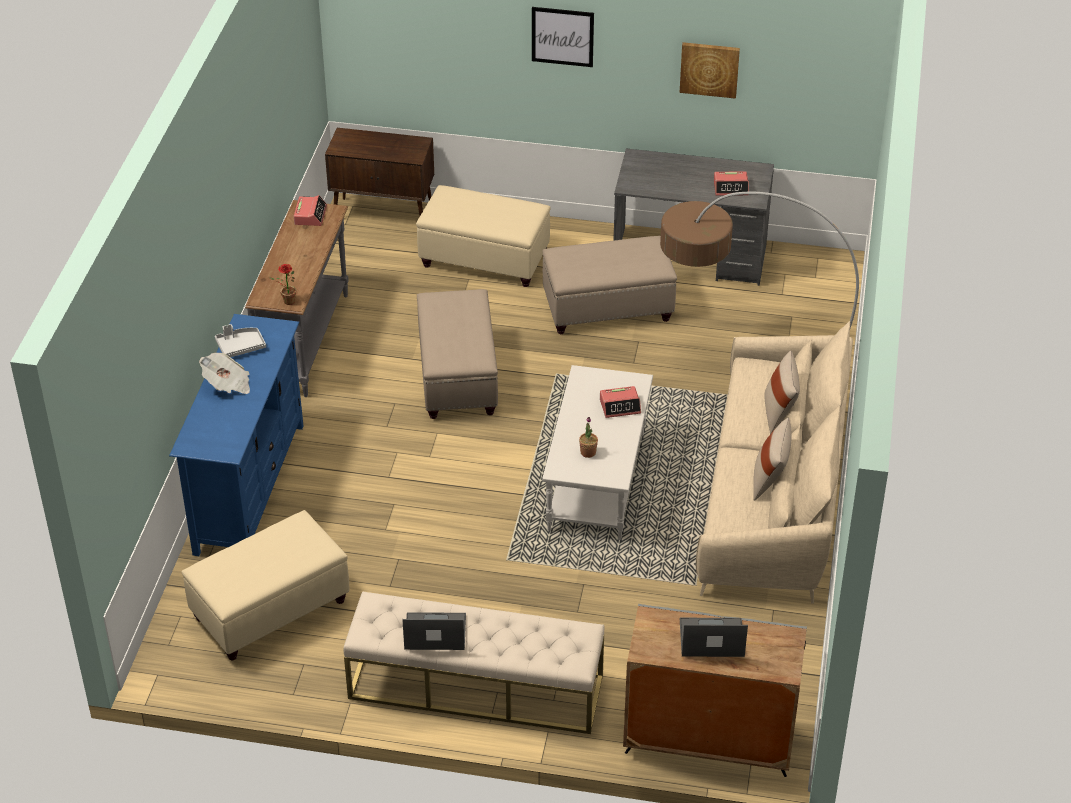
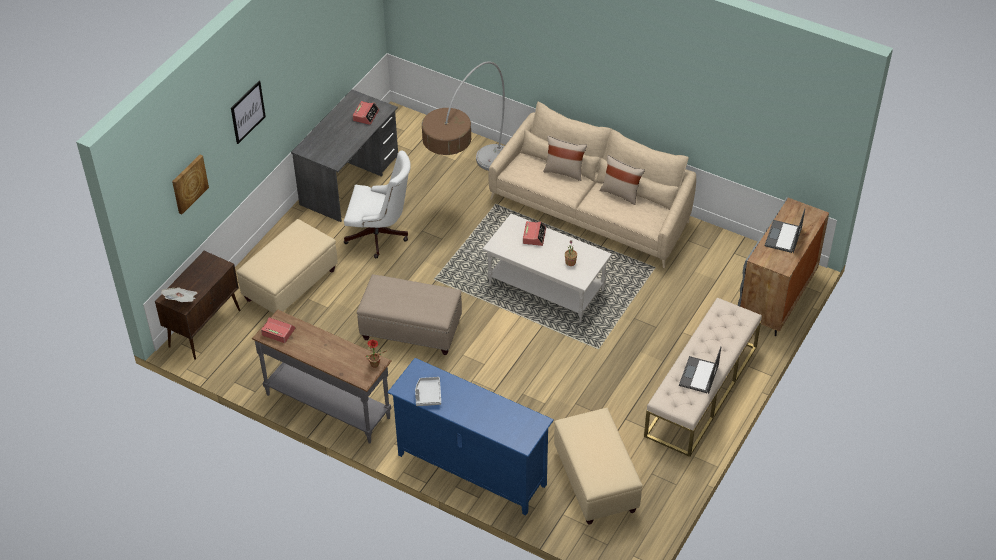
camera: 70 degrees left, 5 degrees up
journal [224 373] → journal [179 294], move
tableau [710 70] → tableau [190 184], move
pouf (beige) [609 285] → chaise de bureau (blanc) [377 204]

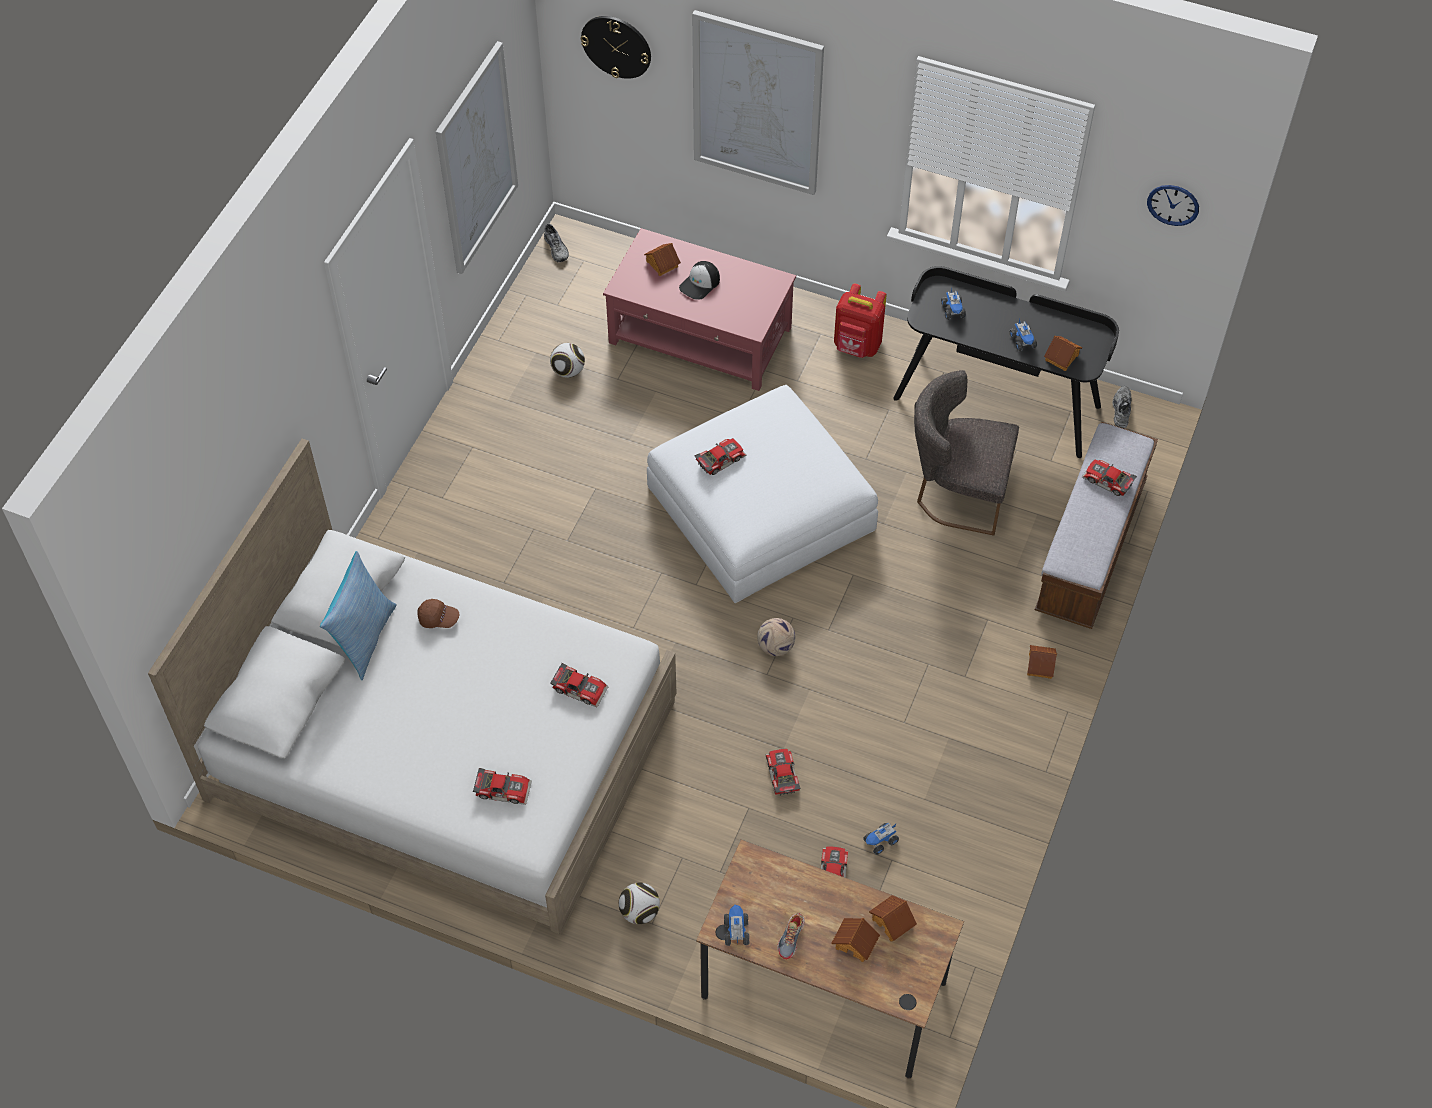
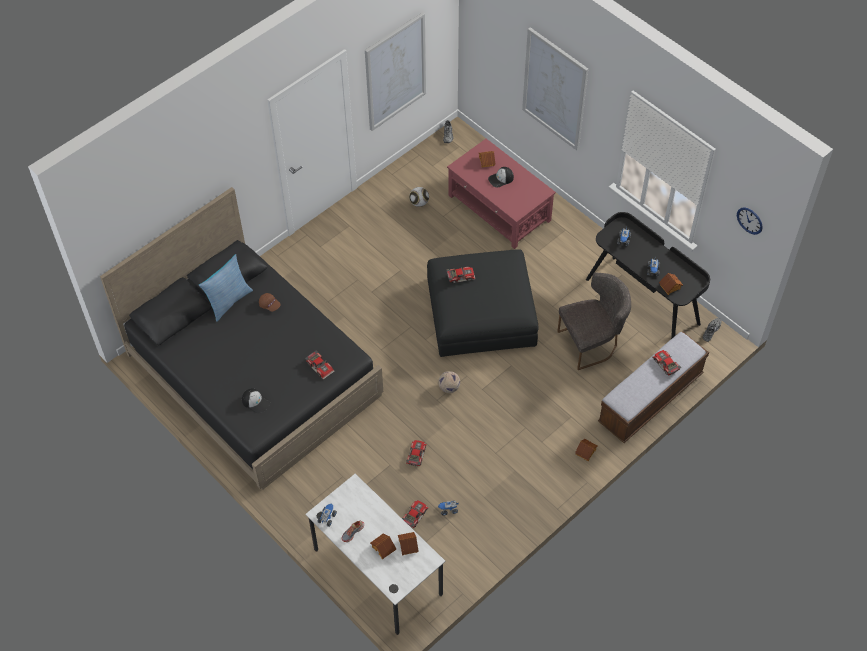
camera: 25 degrees right, 0 degrees up
horloge murale [616 47] → -
ballon de foot [639 903] → -
sac à dos (rouge) [860 320] → -
petite voiture [502 786] → casquette [256 401]
lit (blanc) [412 686] → lit (noir) [241 338]
pouf (blanc) [762 494] → pouf (noir) [483 303]
bureau (marron) [830 959] → bureau (blanc) [376 554]
chaise (gris) [966 452] → chaise (gris) [594 321], 120 degrees clockwise

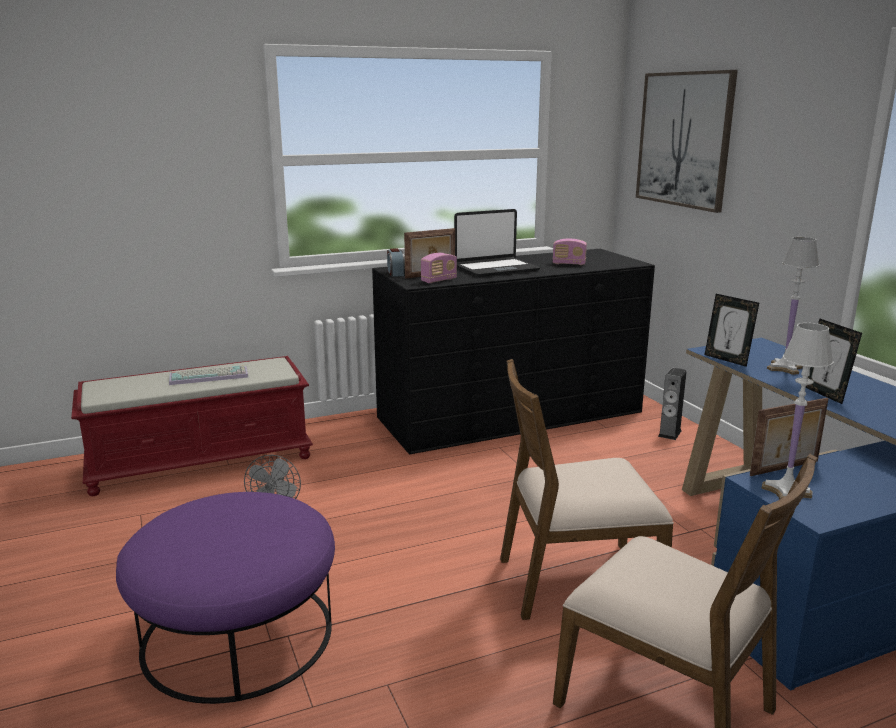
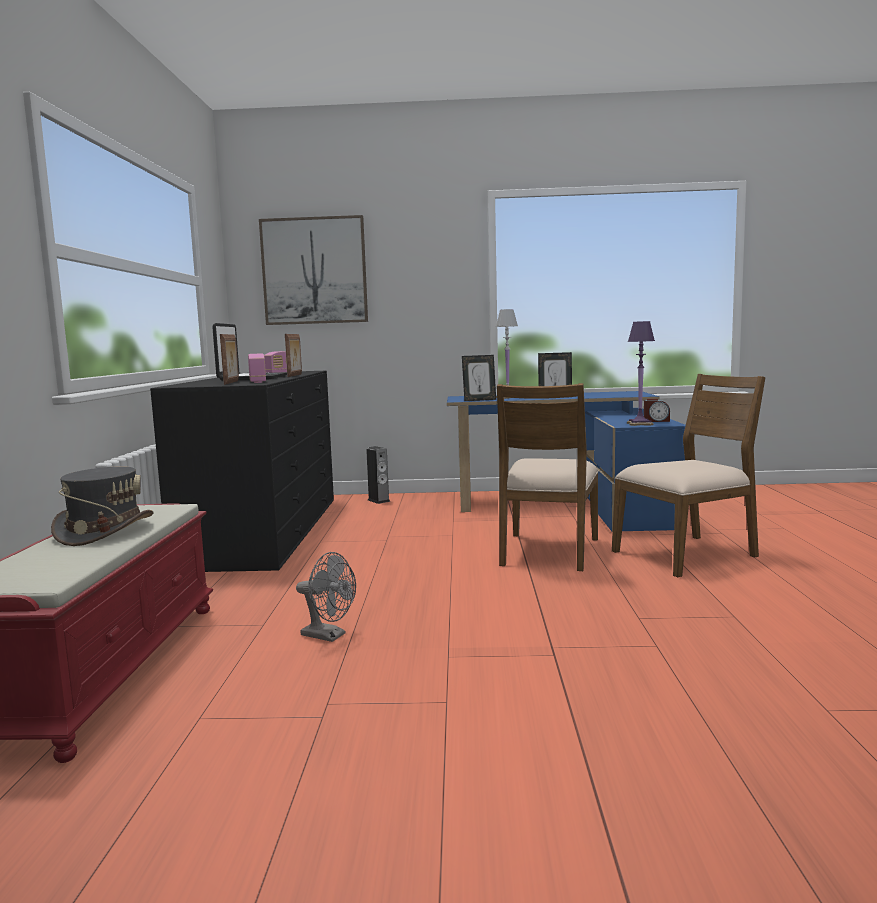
camera: 65 degrees left, 10 degrees down
pouf (violet) [225 598] → -
réveil [396 262] → réveil [657 410], move
cadre photo [789 437] → cadre photo [293 355], move
clavier [208 375] → chapeau (gris) [102 506]
lampe de table (blanc) [797 411] → lampe de table (violet) [641 373]

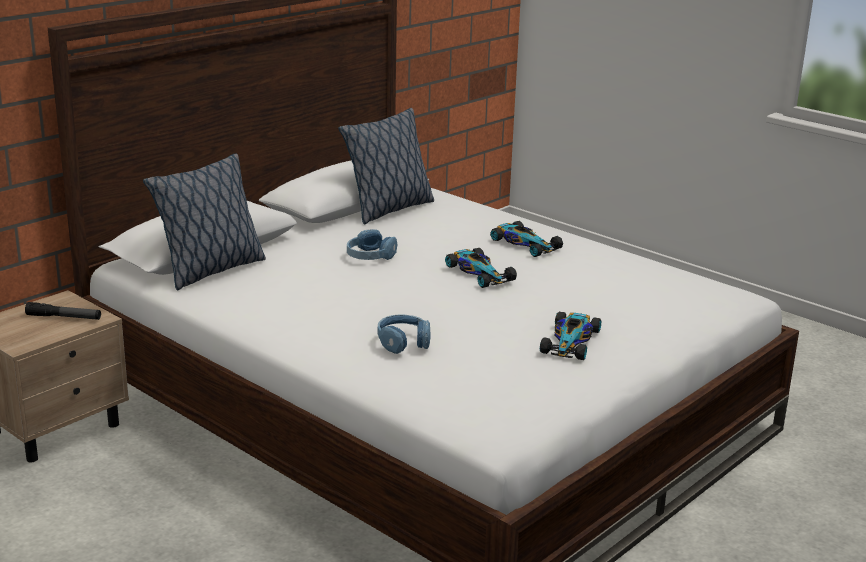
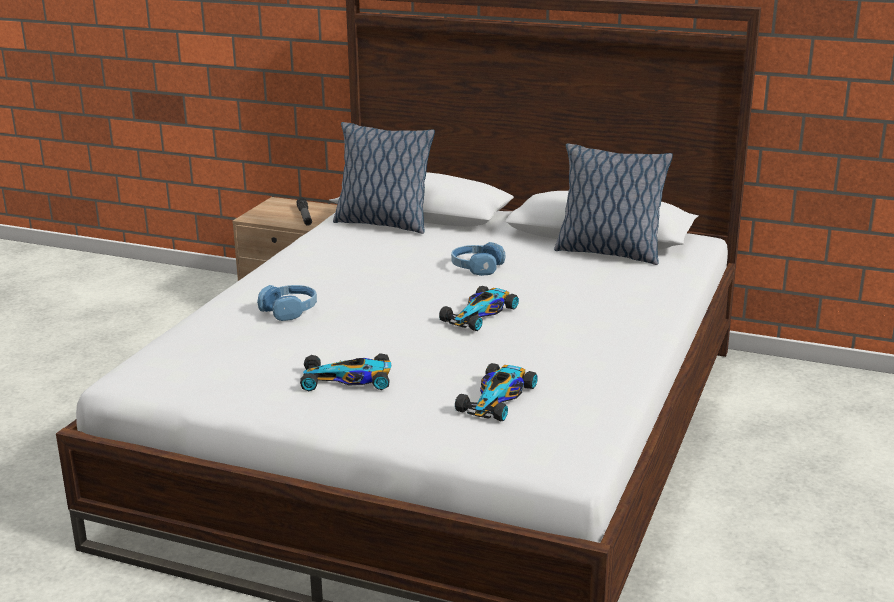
camera: 70 degrees right, 0 degrees up
petite voiture [526 239] → petite voiture [496 392], move

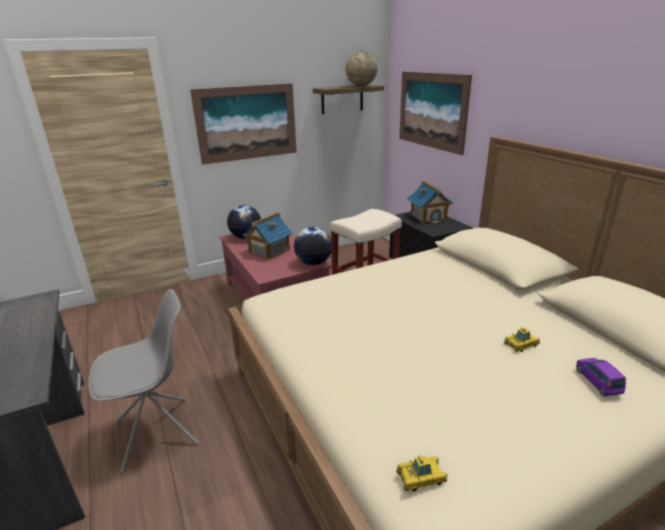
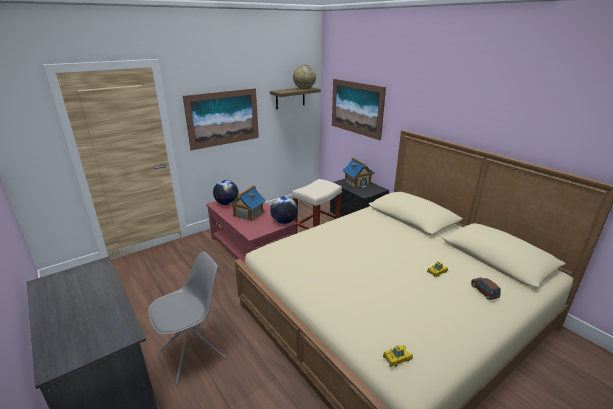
camera: 10 degrees left, 0 degrees up
petite voiture (violet) [601 377] → petite voiture (marron) [486 288]

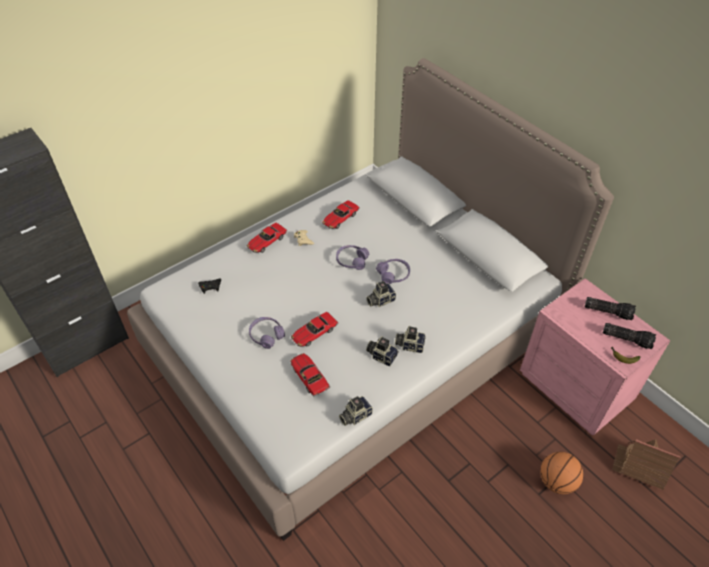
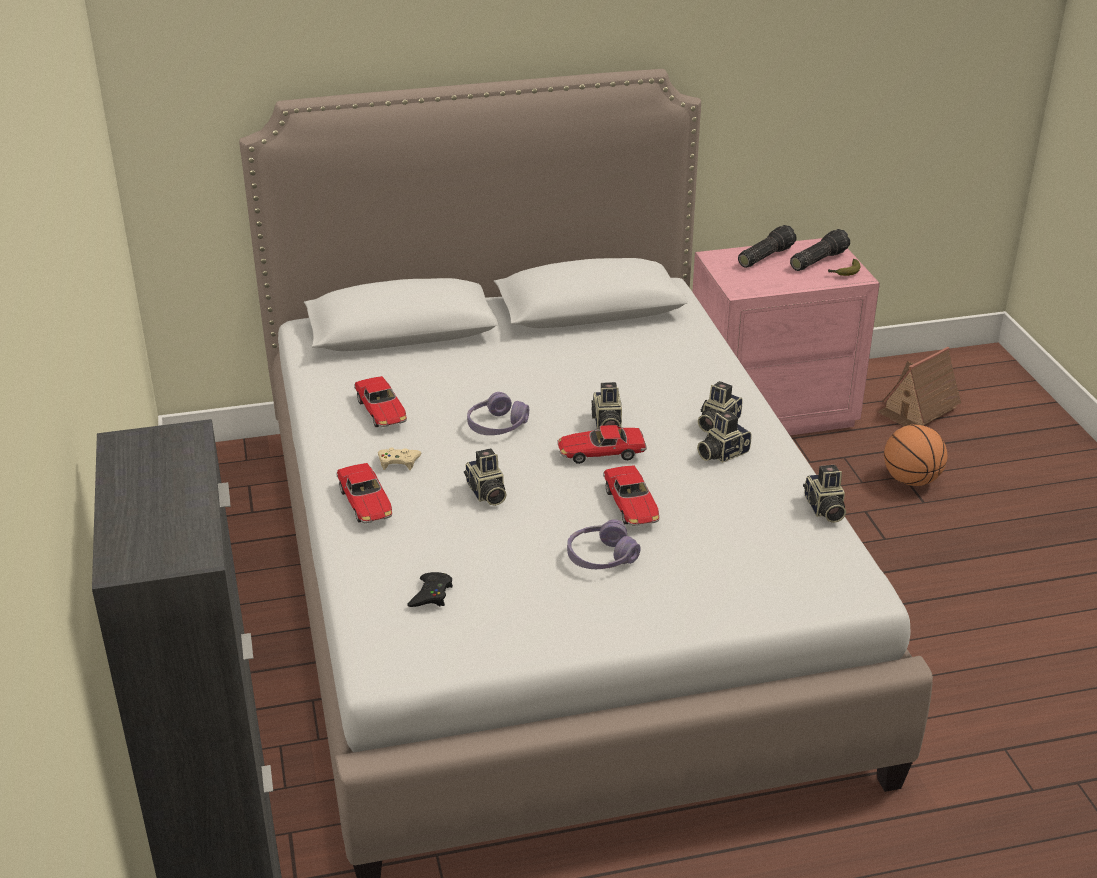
camera: 65 degrees left, 15 degrees down
casque audio (violet) [393 271] → -
- → appareil photo [485 477]
petite voiture [310 374] → petite voiture [602 444], move

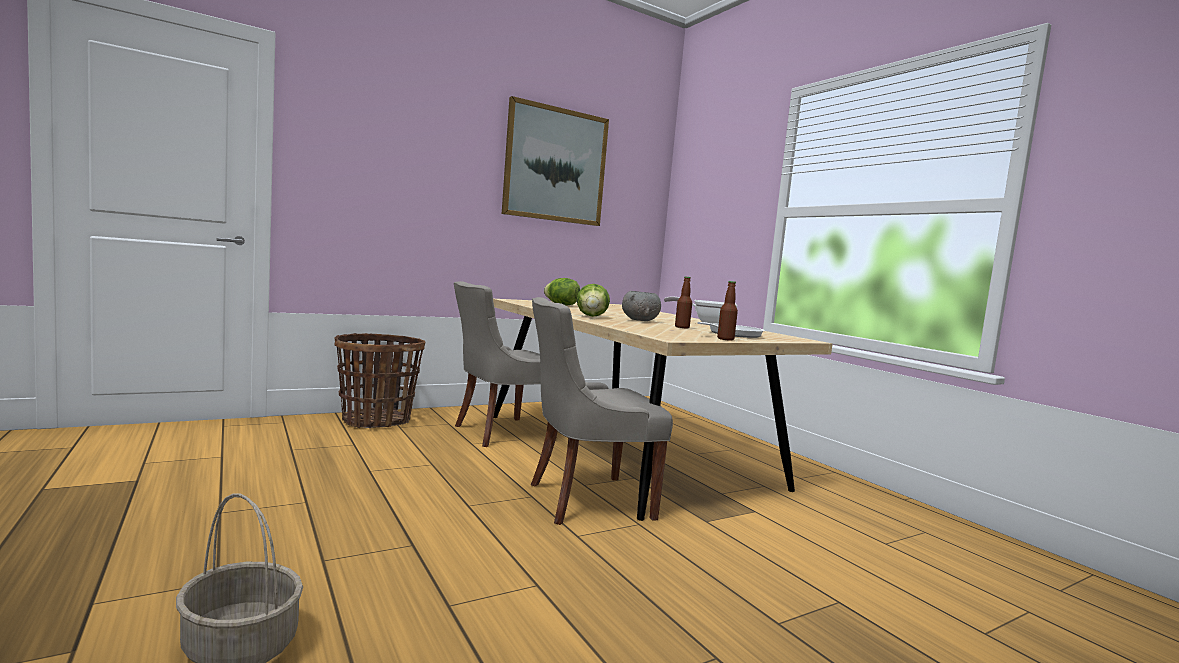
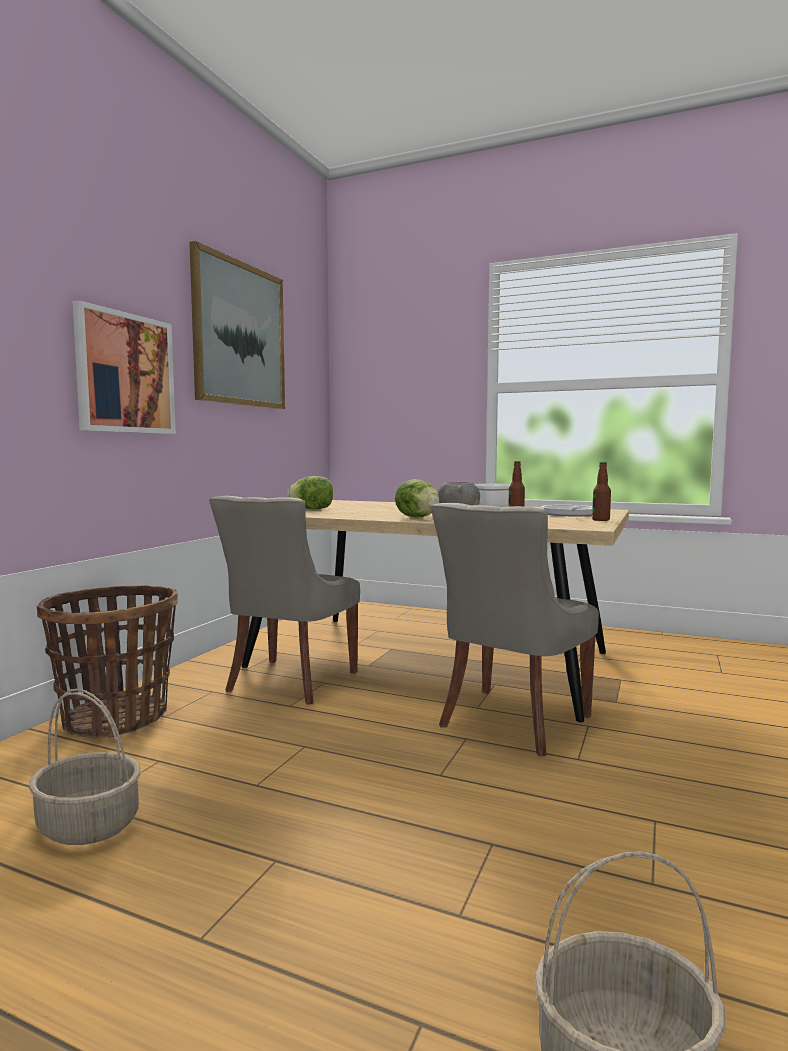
camera: 35 degrees left, 0 degrees up
- → panier [85 767]
- → tableau [124 367]

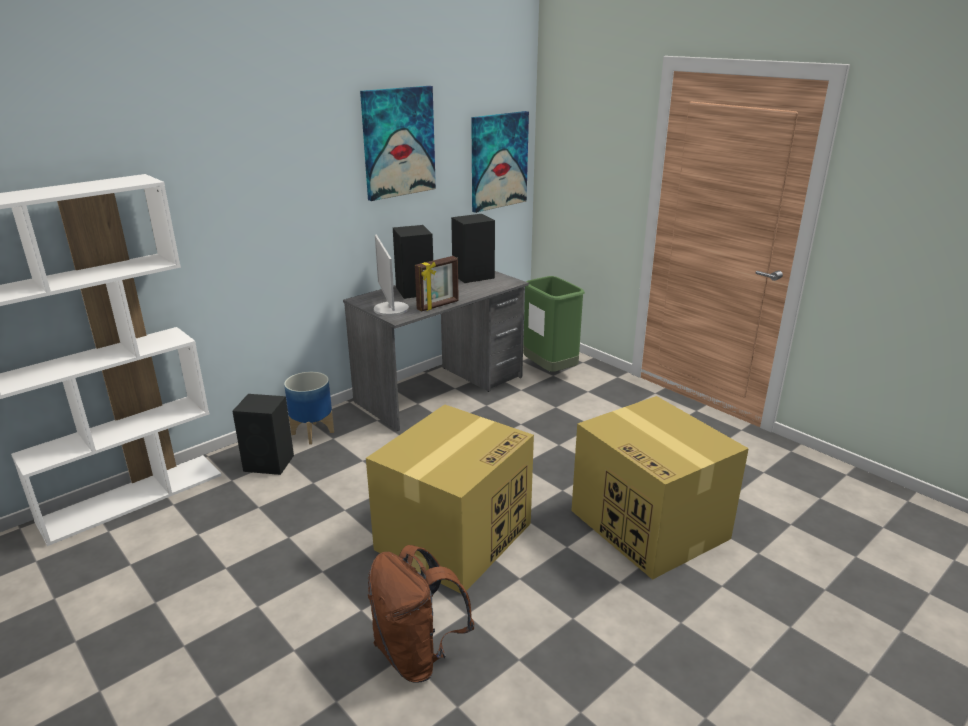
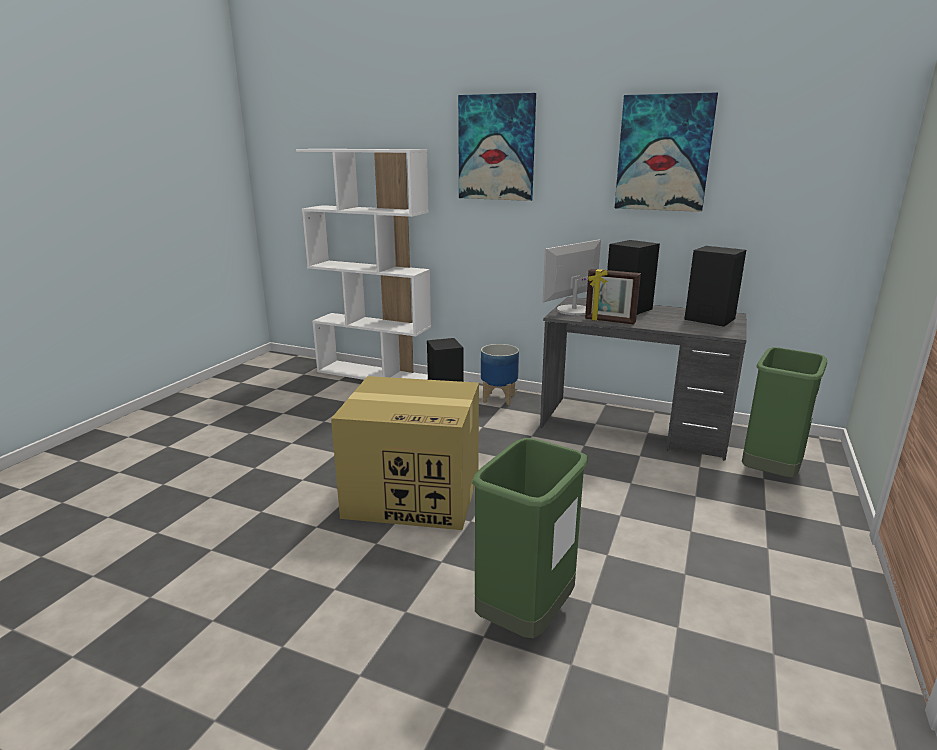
camera: 65 degrees right, 5 degrees down
sac à dos (marron) [421 614] → -
tableau [500 162] → tableau [497 147], move
carton [660 488] → poubelle (vert) [530 538]

